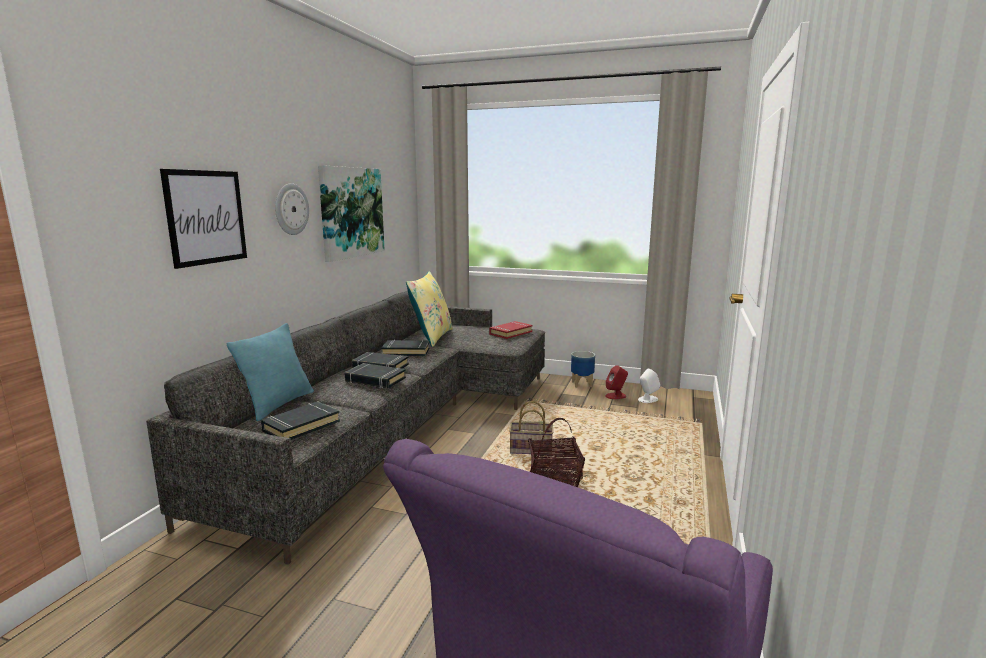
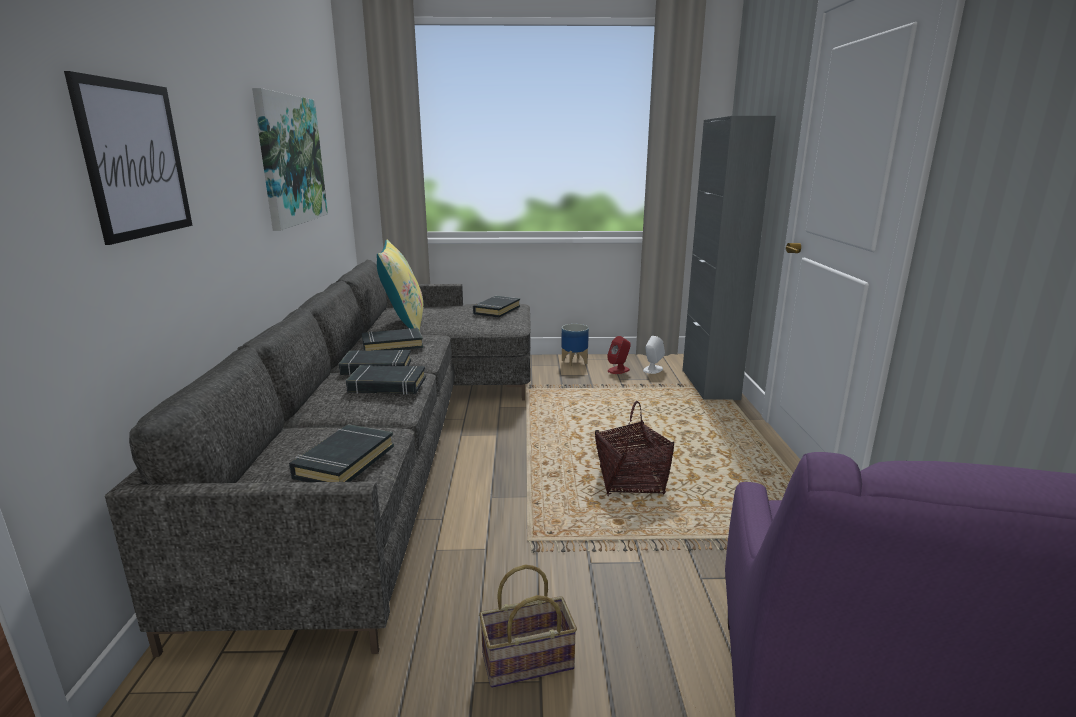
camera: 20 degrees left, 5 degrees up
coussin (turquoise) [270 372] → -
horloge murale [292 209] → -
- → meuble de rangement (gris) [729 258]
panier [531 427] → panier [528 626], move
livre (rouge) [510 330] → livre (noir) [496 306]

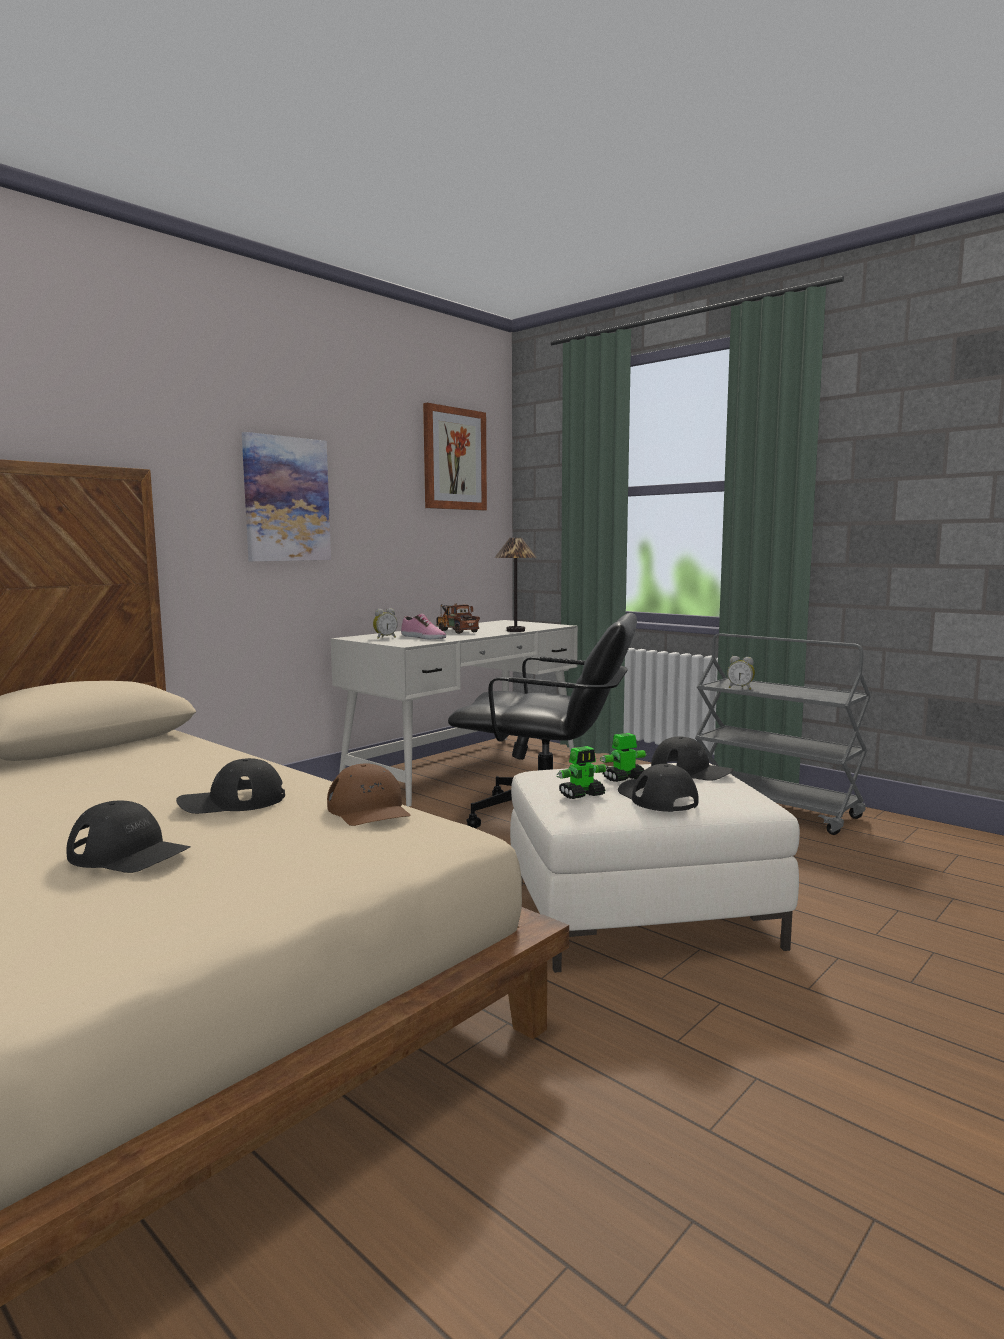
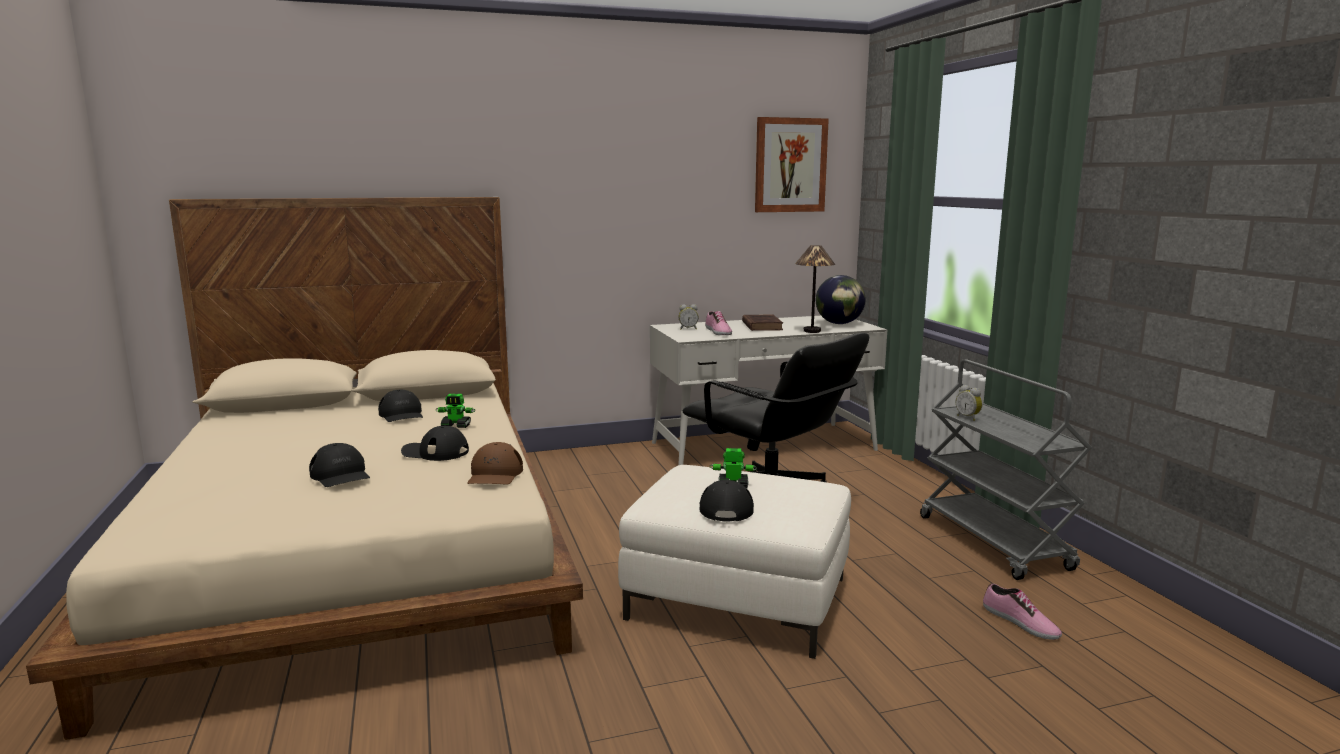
camera: 30 degrees right, 5 degrees up
tableau [286 496] → -
- → globe [841 299]
- → chaussure [1022 612]
robot jouet [582 772] → robot jouet [455 411], move
casquette (noir) [692 759] → casquette (noir) [400 406], move
camion jouet [458 619] → livre (marron) [762 323]

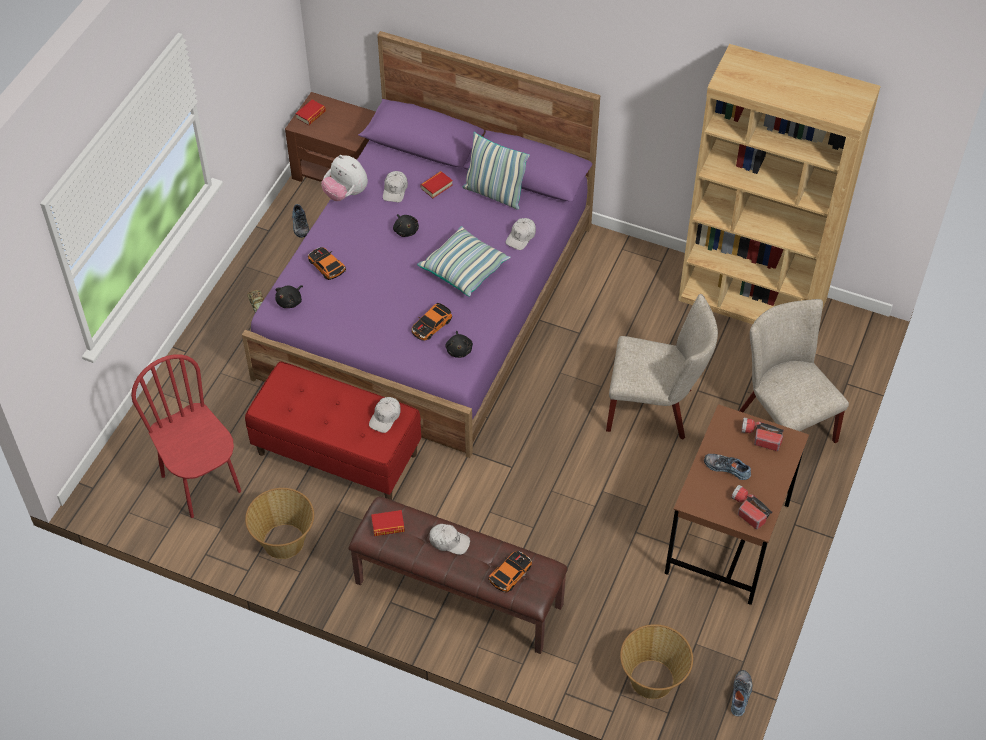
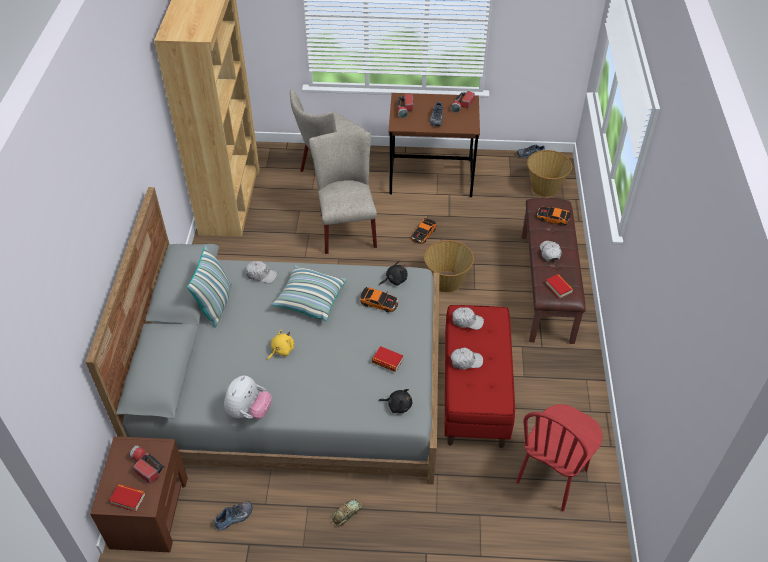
camera: 110 degrees left, 5 degrees down
- → lampe de poche [147 465]
panier [279 523] → panier [449 266], move
petite voiture [327 263] → petite voiture [423 231], move
casquette (blanc) [395 186] → casquette (blanc) [466 358], move
livre [436 184] → livre [387 359], move
lit (violet) [421 244] → lit (gris) [263 335]
peluche (noir) [406 225] → peluche (jaune) [280 344]

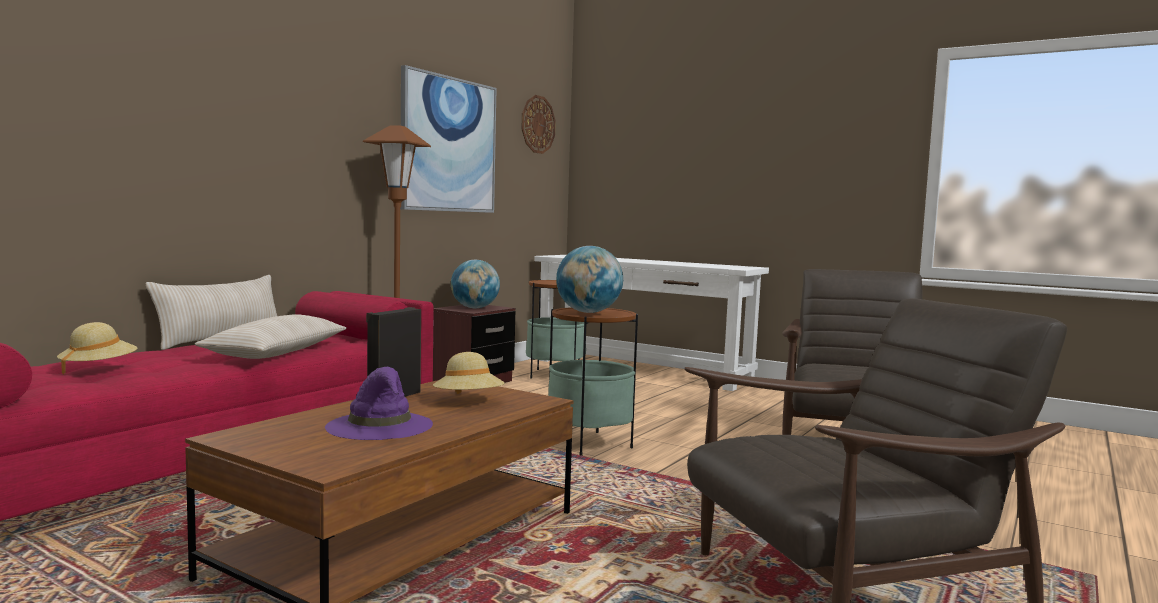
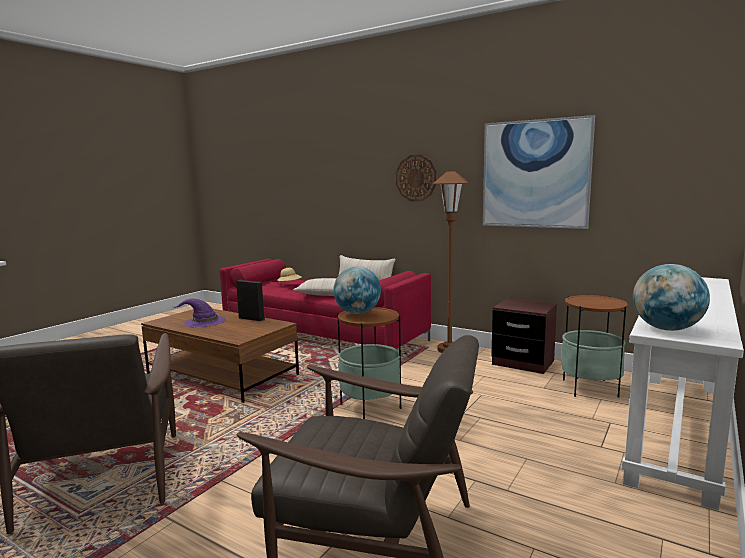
camera: 90 degrees right, 5 degrees up
chapeau (beige) [469 373] → -
globe [475 284] → globe [671 297], move
horloge murale [539 124] → horloge murale [416 178], move

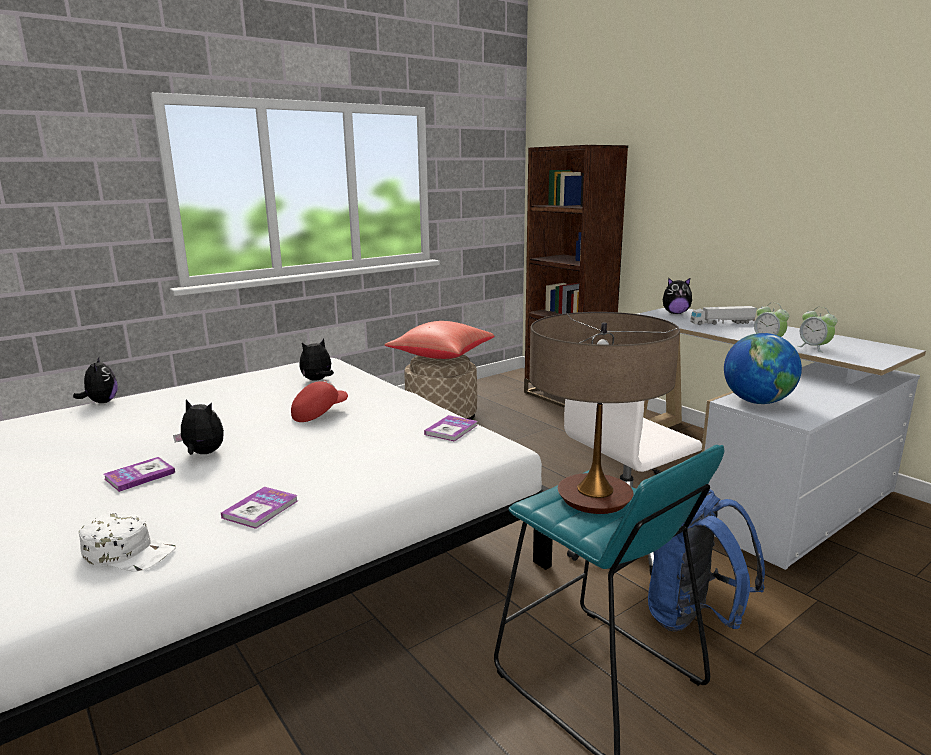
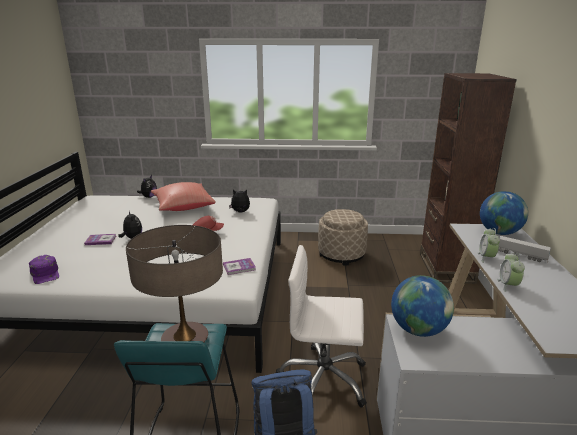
camera: 40 degrees right, 5 degrees up
livre [259 508] → -
coussin (rouge) [440 340] → coussin (rouge) [183 196], move
réveil [817 329] → réveil [489 245], move
peluche [677 296] → globe [504 213]
casquette (blanc) [127 541] → casquette (violet) [44 269]

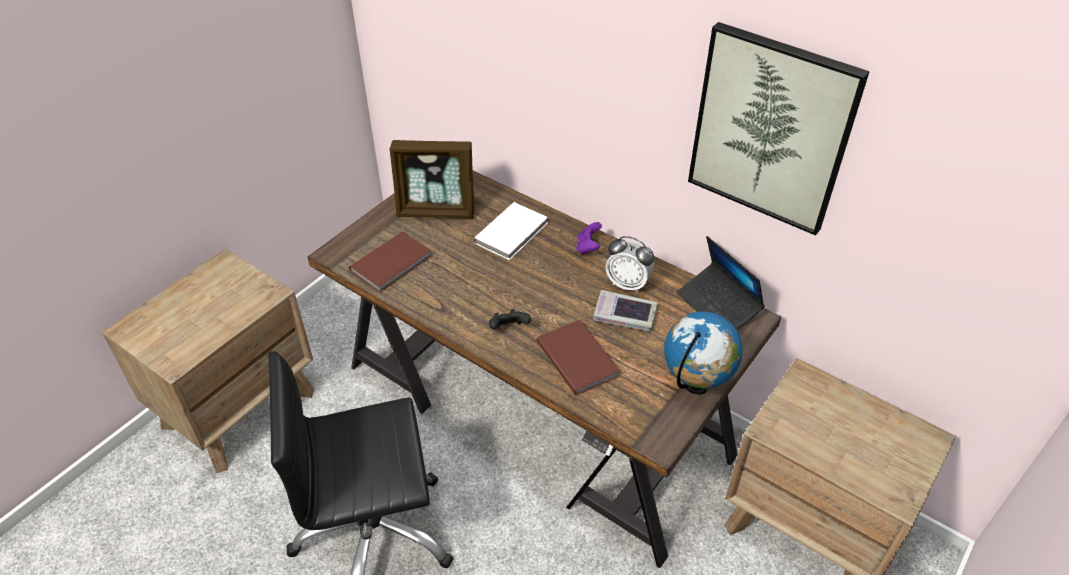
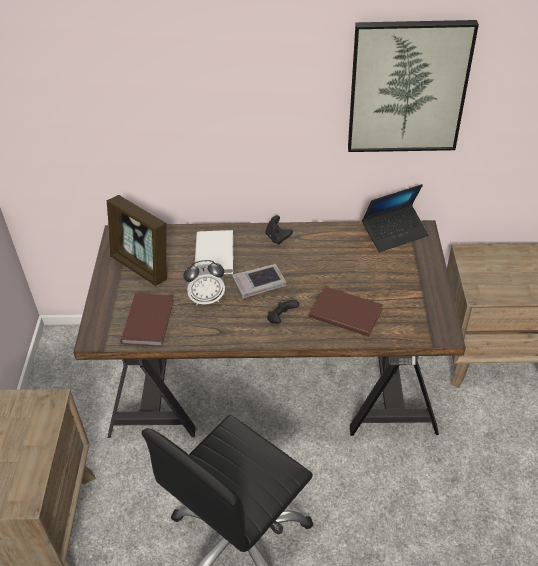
camera: 35 degrees left, 0 degrees up
globe [703 353] → -
livre [625 311] → livre [259 281], move
réveil [630 264] → réveil [204 283], move
manette (violet) [589 238] → manette (noir) [279 230]
cadre photo [432 179] → cadre photo [137 240], 75 degrees clockwise
ordinateur portable [721 283] → ordinateur portable [395 218], 45 degrees counterclockwise

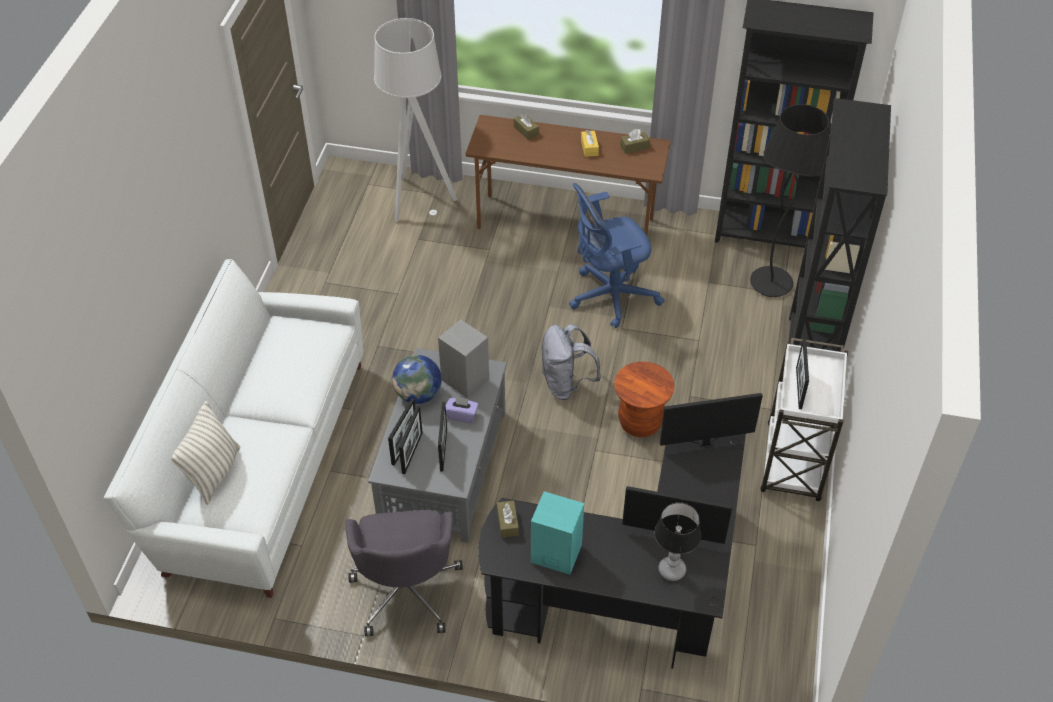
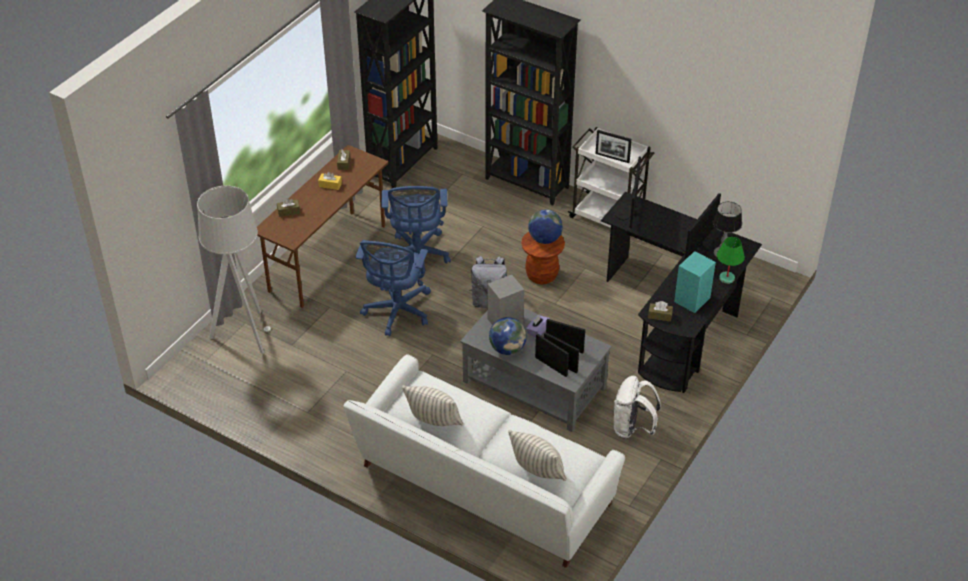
camera: 70 degrees left, 5 degrees down
lampadaire (noir) [789 200] → -
- → chaise de bureau (bleu) [393 288]
- → coussin [432 405]
- → globe [545 226]
- → lampe de table (vert) [731 260]
chaise de bureau (gris) [404 573] → sac à dos (blanc) [637 407]

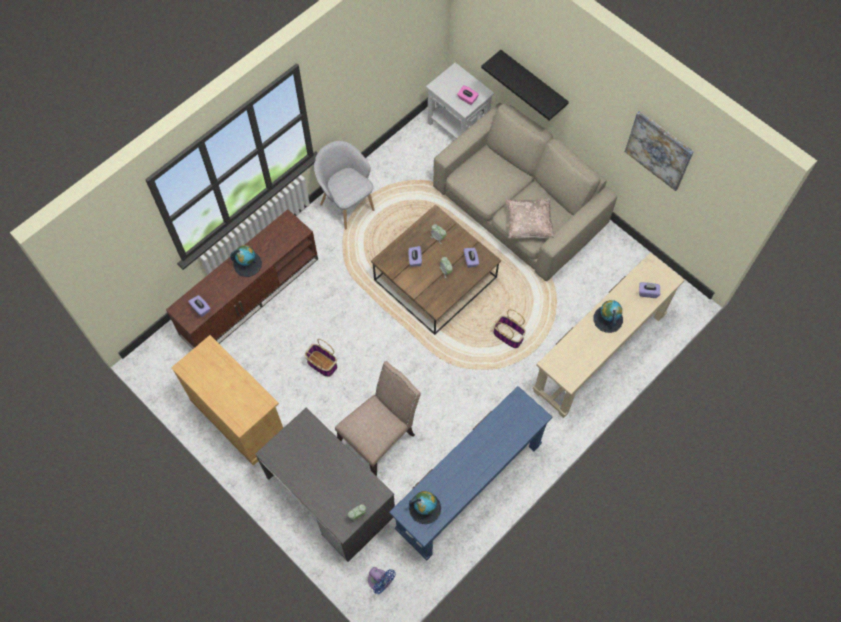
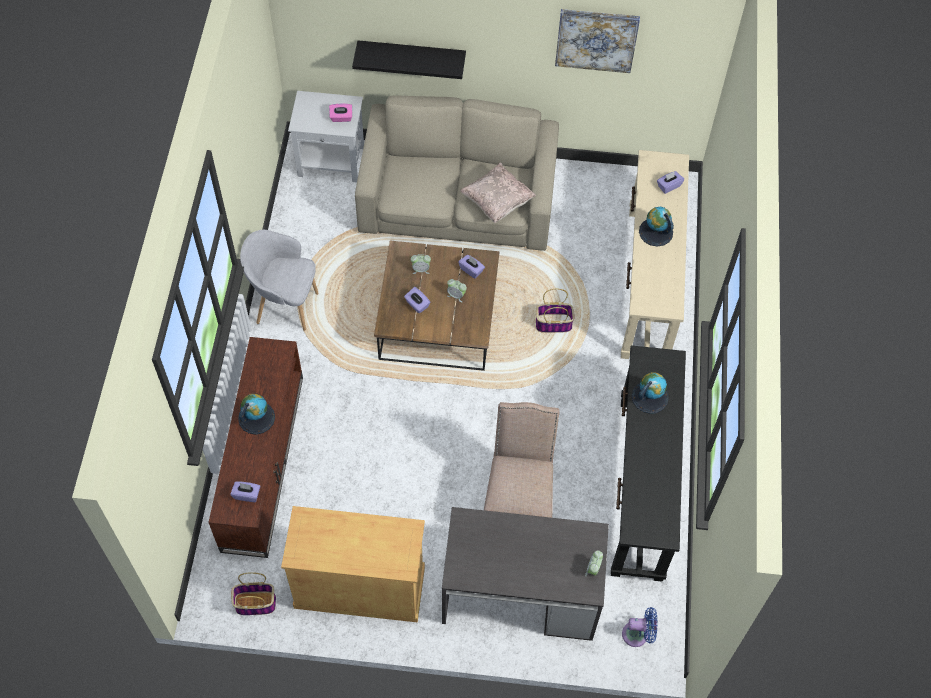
camera: 40 degrees left, 5 degrees down
panier [321 358] → panier [253 593], move
globe [425 507] → globe [650 393], move
table console (bleu) [470 473] → table console (noir) [648 463]

